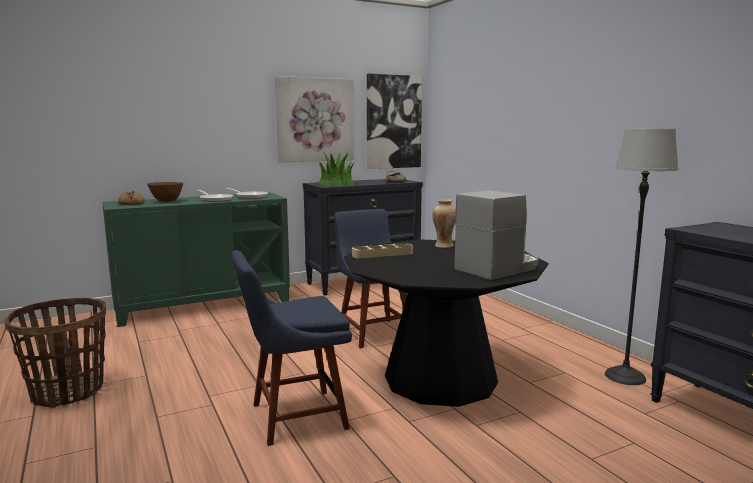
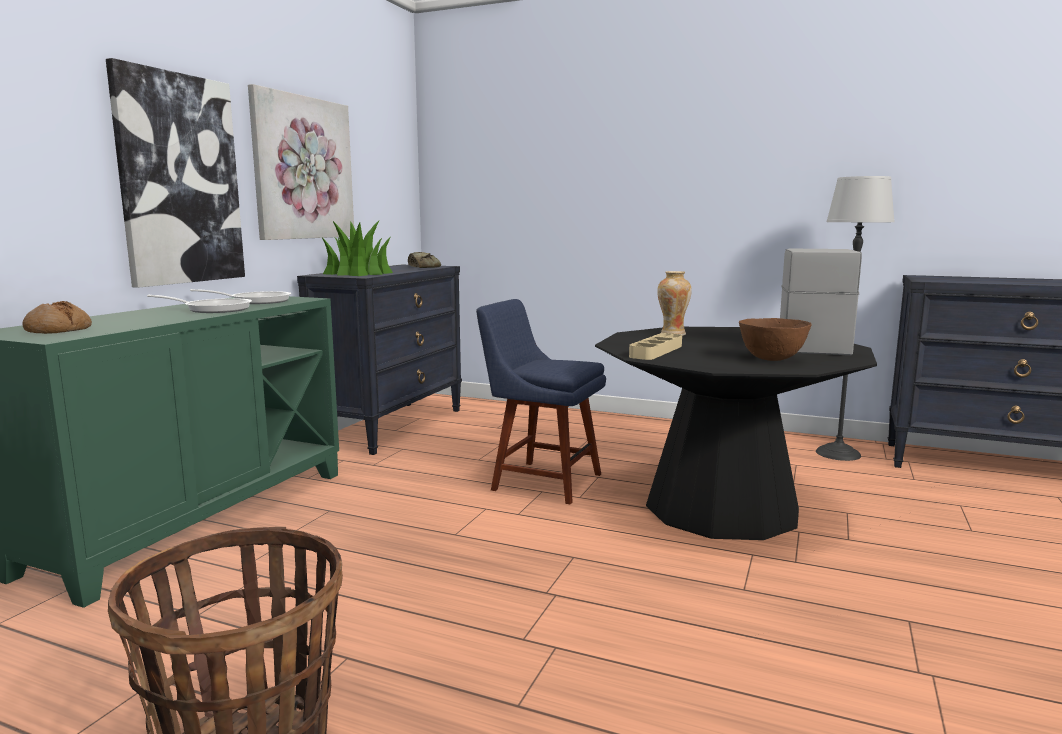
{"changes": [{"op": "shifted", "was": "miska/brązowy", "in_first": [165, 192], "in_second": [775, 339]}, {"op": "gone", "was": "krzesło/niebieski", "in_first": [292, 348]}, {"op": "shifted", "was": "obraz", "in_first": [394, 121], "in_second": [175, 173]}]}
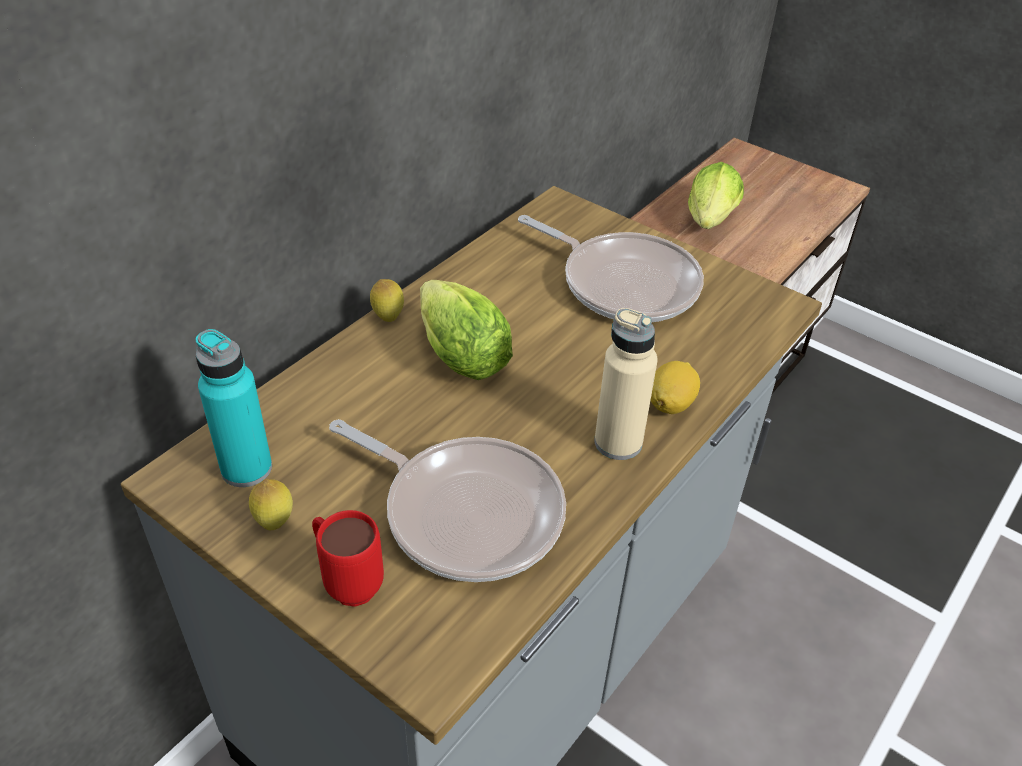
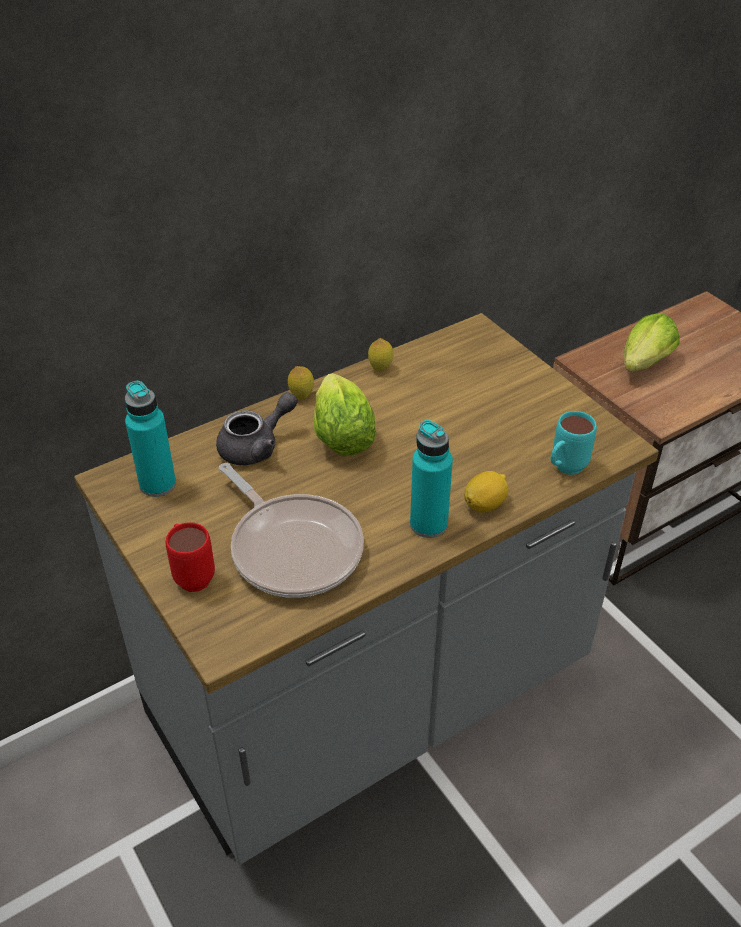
{"changes": [{"op": "shifted", "was": "cytryna", "in_first": [271, 504], "in_second": [380, 355]}, {"op": "gone", "was": "patelnia", "in_first": [611, 268]}, {"op": "repainted", "was": "butelka/beżowy", "now": "butelka/turkusowy", "in_first": [625, 384], "in_second": [431, 479]}, {"op": "new", "now": "imbryk/szary", "in_second": [256, 429]}, {"op": "new", "now": "kubek/turkusowy", "in_second": [574, 443]}]}
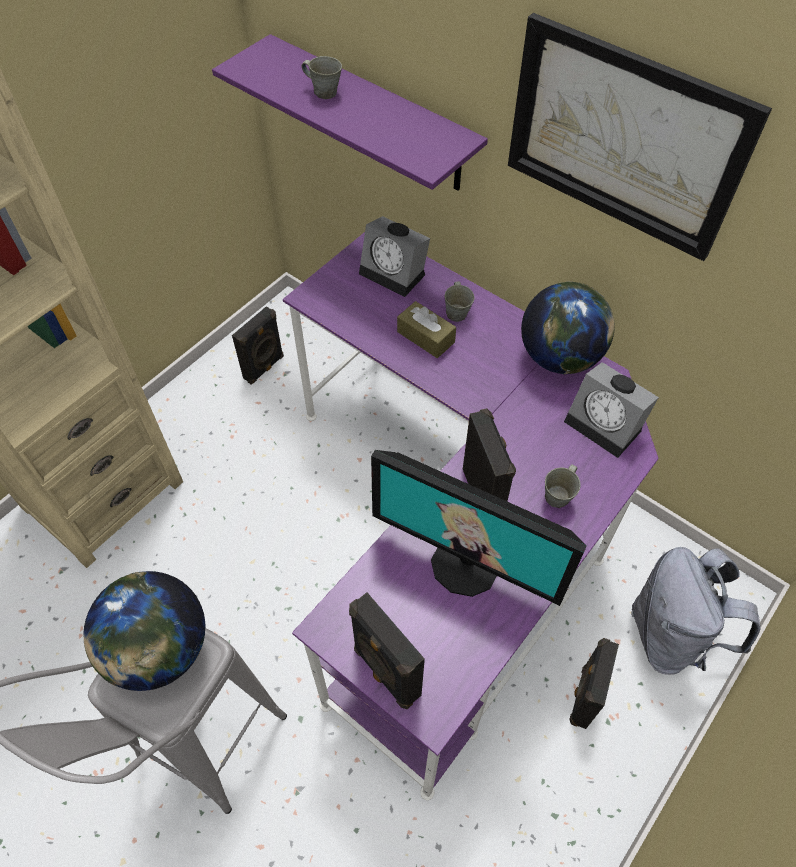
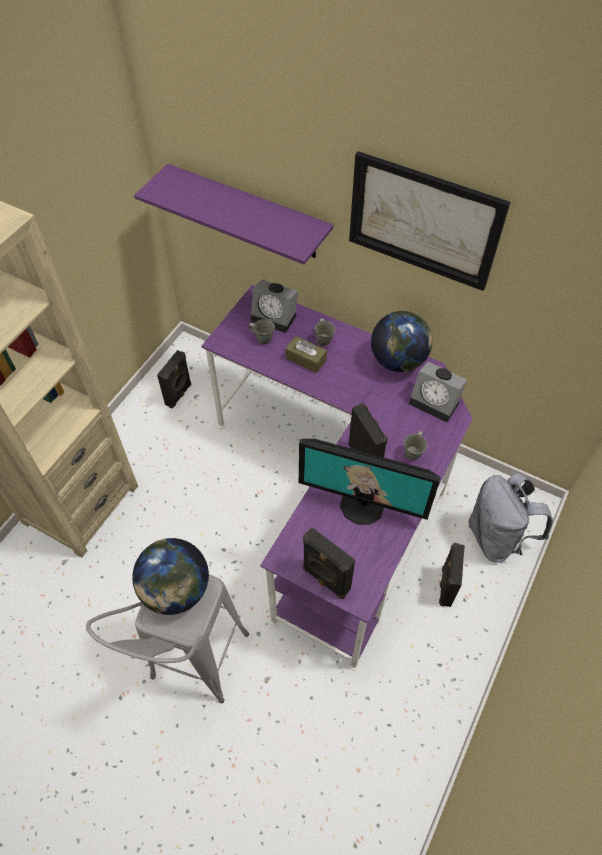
{"changes": [{"op": "shifted", "was": "kubek/szary", "in_first": [322, 77], "in_second": [261, 332]}]}
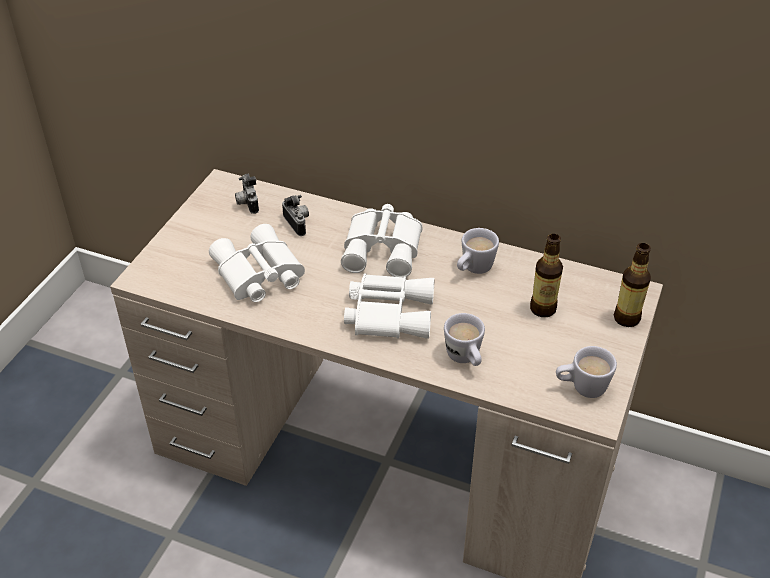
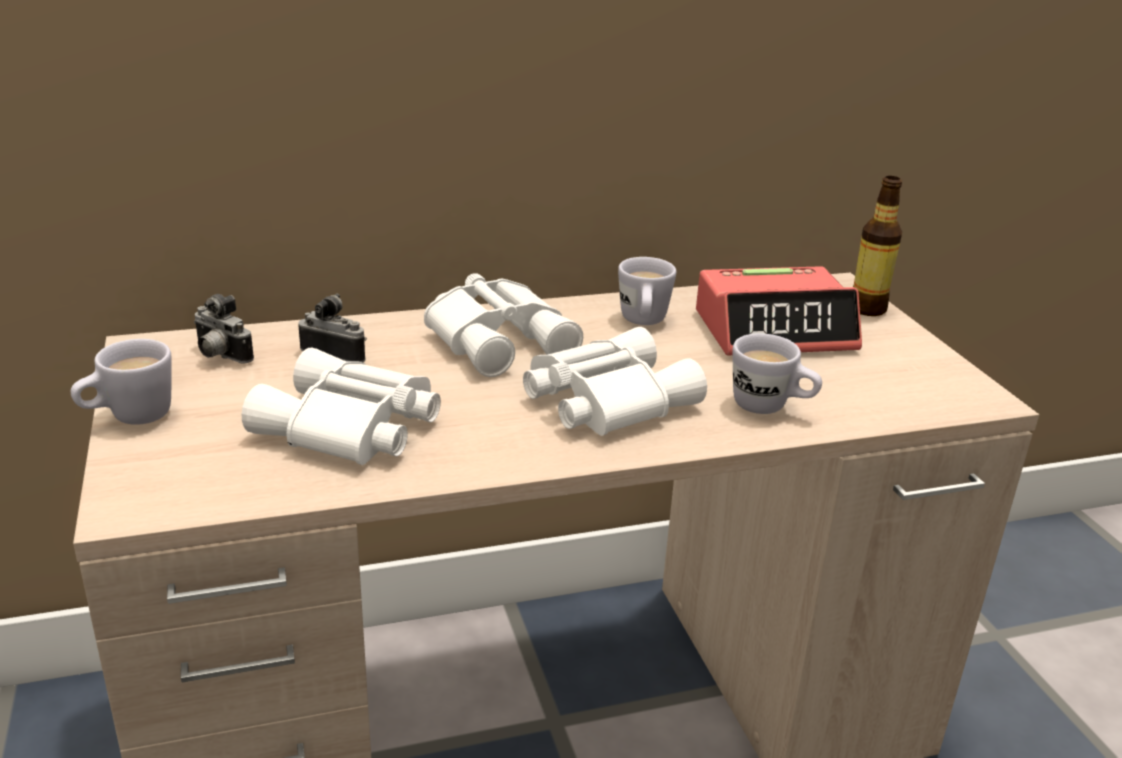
{"changes": [{"op": "swapped", "was": "butelka", "now": "budzik", "in_first": [546, 275], "in_second": [779, 311]}, {"op": "shifted", "was": "kubek/biały", "in_first": [586, 372], "in_second": [121, 382]}]}
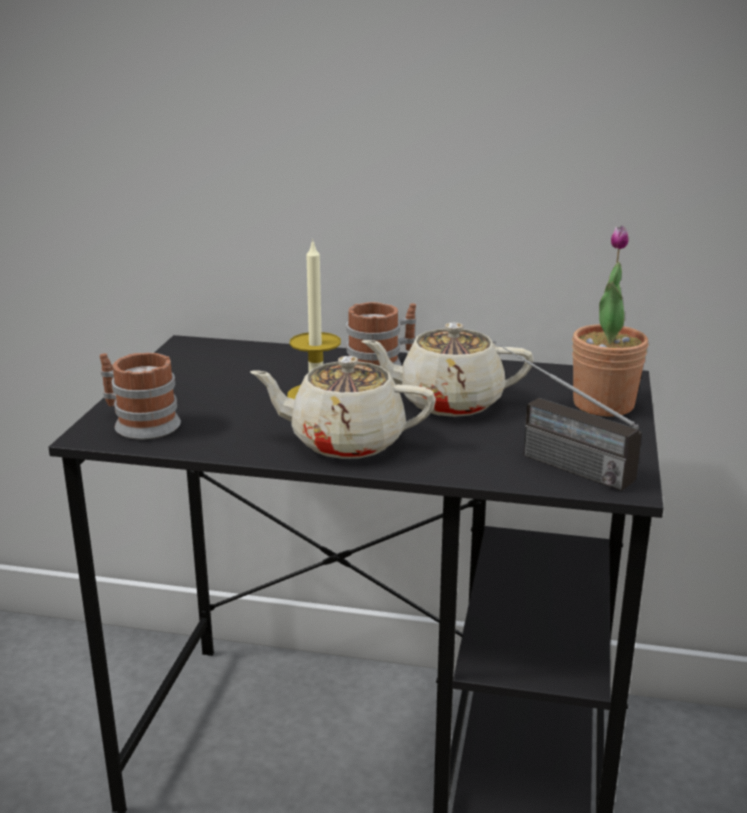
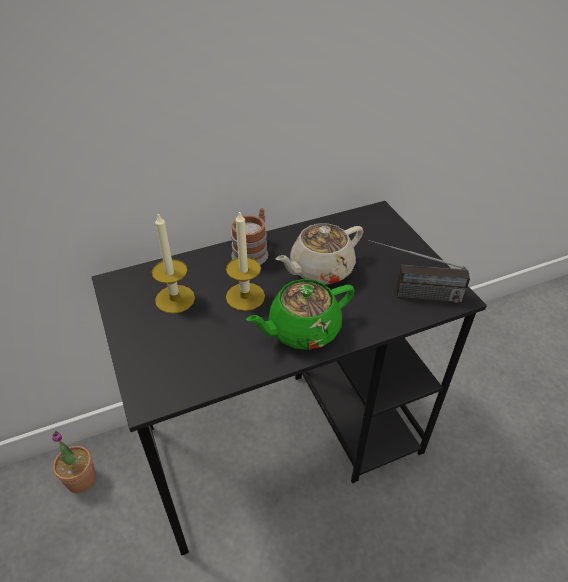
{"changes": [{"op": "gone", "was": "kubek", "in_first": [140, 396]}, {"op": "repainted", "was": "imbryk/beżowy", "now": "imbryk/zielony", "in_first": [343, 407], "in_second": [300, 314]}, {"op": "shifted", "was": "roślina doniczkowa", "in_first": [610, 321], "in_second": [74, 462]}, {"op": "new", "now": "świeca", "in_second": [173, 263]}]}
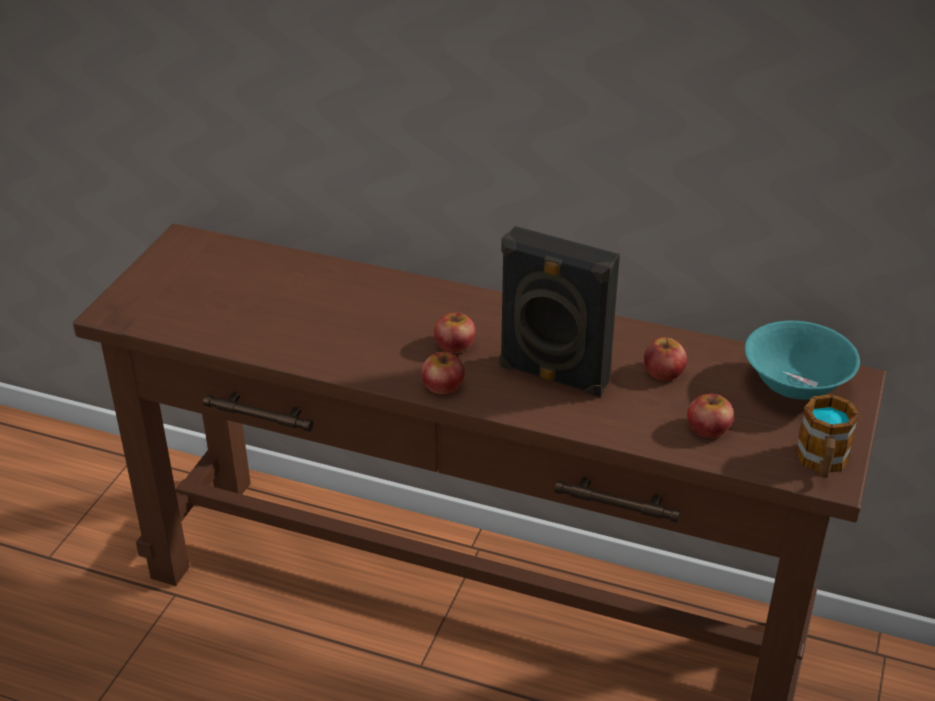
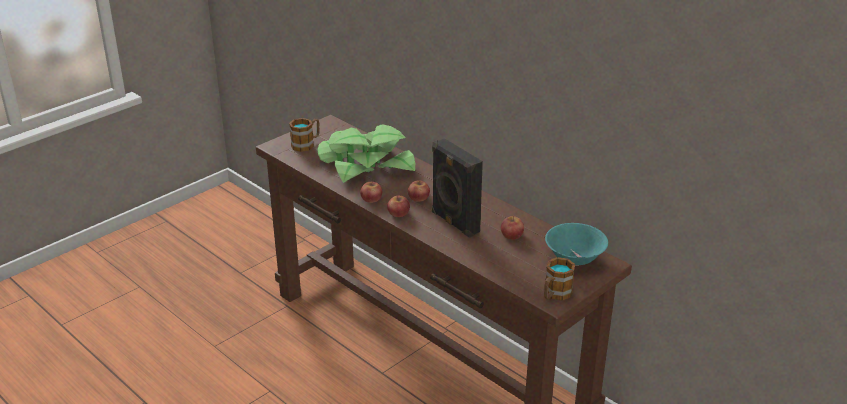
{"changes": [{"op": "shifted", "was": "jabłko", "in_first": [710, 415], "in_second": [371, 192]}, {"op": "new", "now": "kubek", "in_second": [304, 135]}, {"op": "new", "now": "roślina doniczkowa", "in_second": [366, 153]}]}
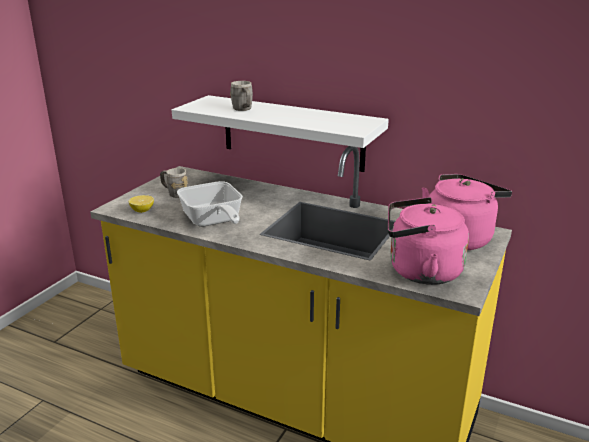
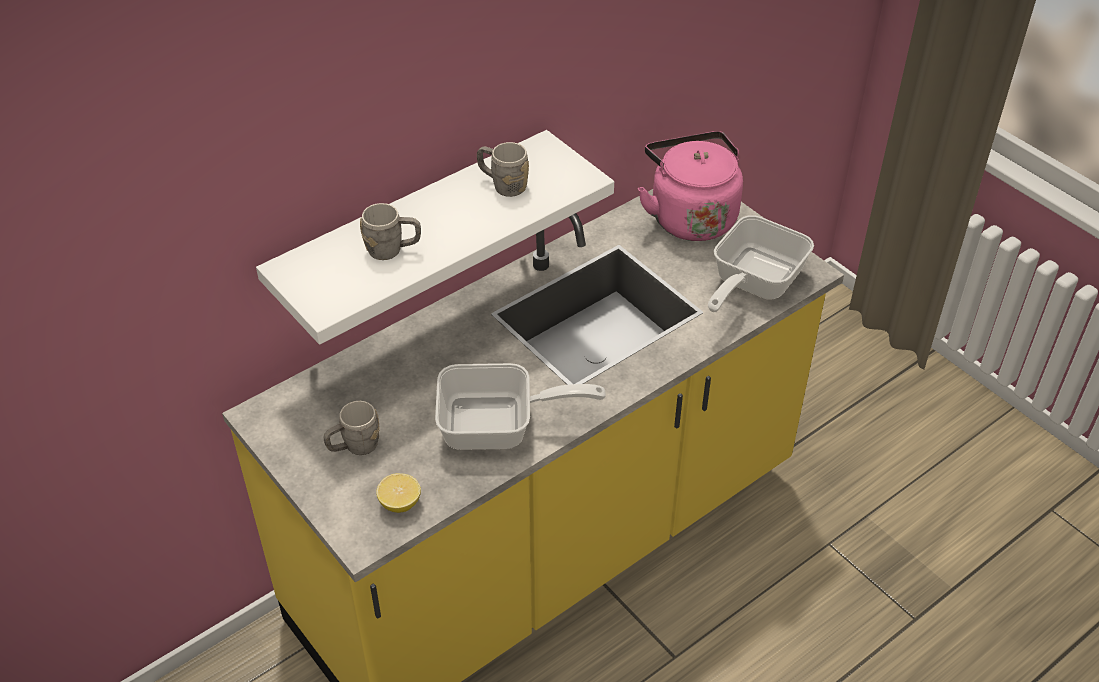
{"changes": [{"op": "swapped", "was": "czajnik/różowy", "now": "patelnia", "in_first": [428, 241], "in_second": [761, 263]}, {"op": "new", "now": "kubek/szary", "in_second": [503, 169]}]}
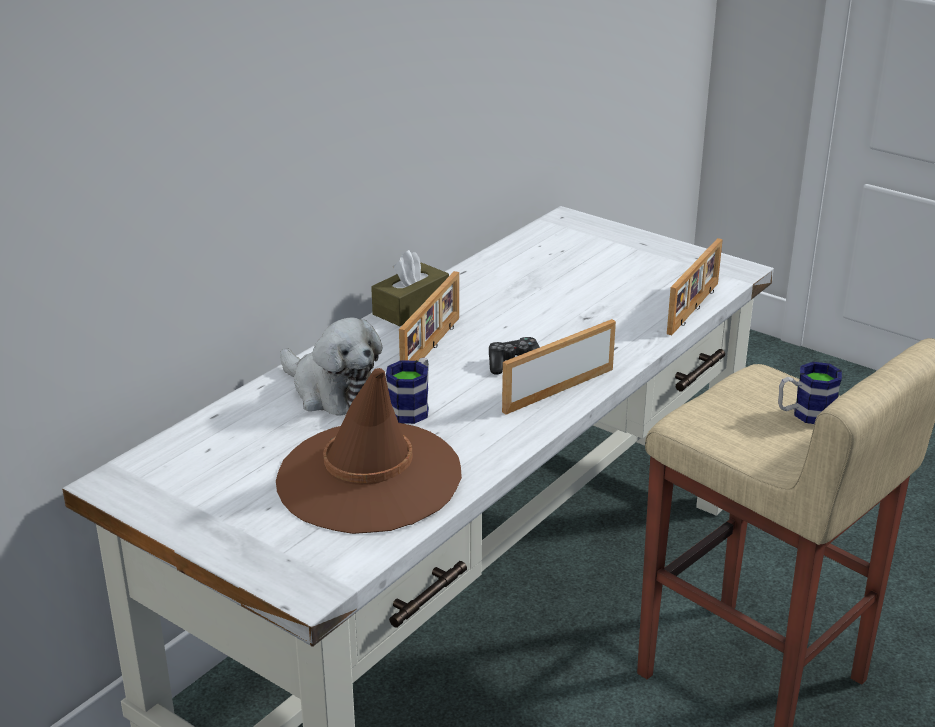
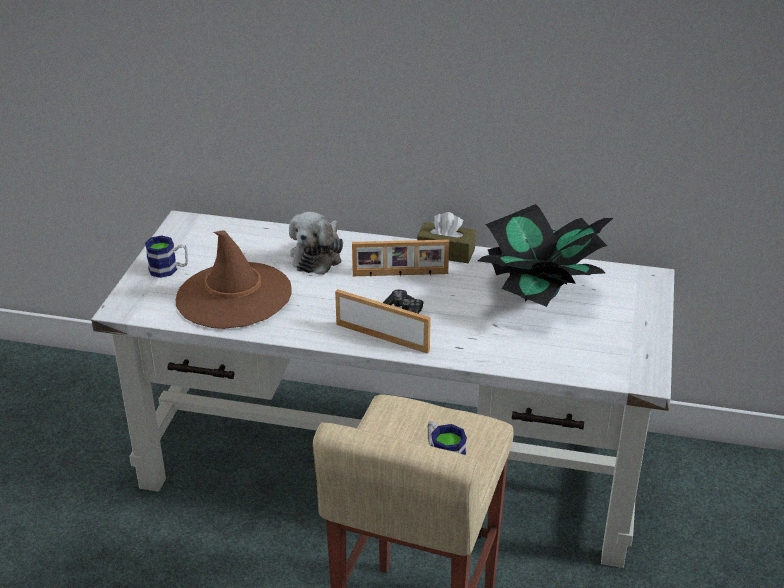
{"changes": [{"op": "shifted", "was": "kubek", "in_first": [407, 391], "in_second": [166, 256]}, {"op": "gone", "was": "ramka na zdjęcie", "in_first": [695, 286]}, {"op": "new", "now": "roślina doniczkowa", "in_second": [545, 255]}]}
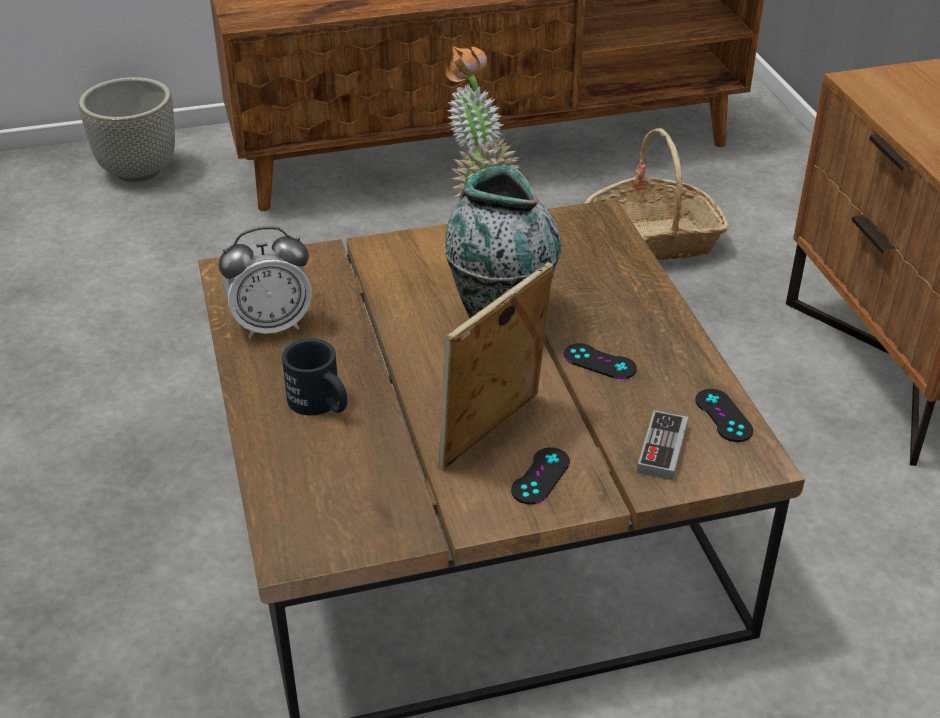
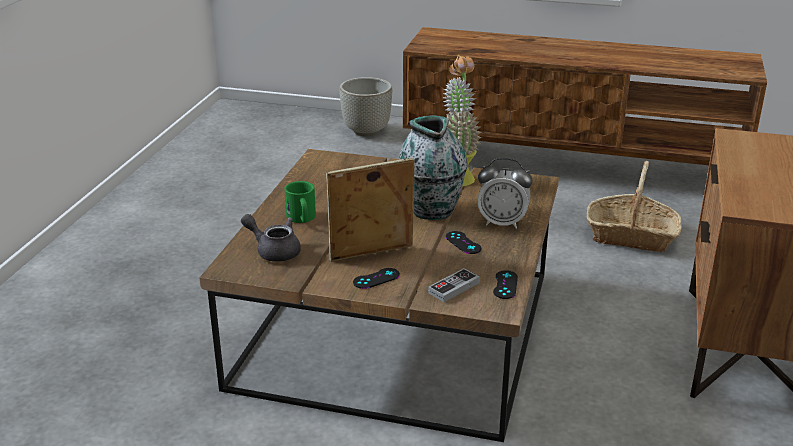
{"changes": [{"op": "shifted", "was": "budzik", "in_first": [265, 282], "in_second": [505, 193]}, {"op": "repainted", "was": "kubek/czarny", "now": "kubek/zielony", "in_first": [314, 377], "in_second": [300, 202]}, {"op": "new", "now": "imbryk/szary", "in_second": [271, 238]}]}
